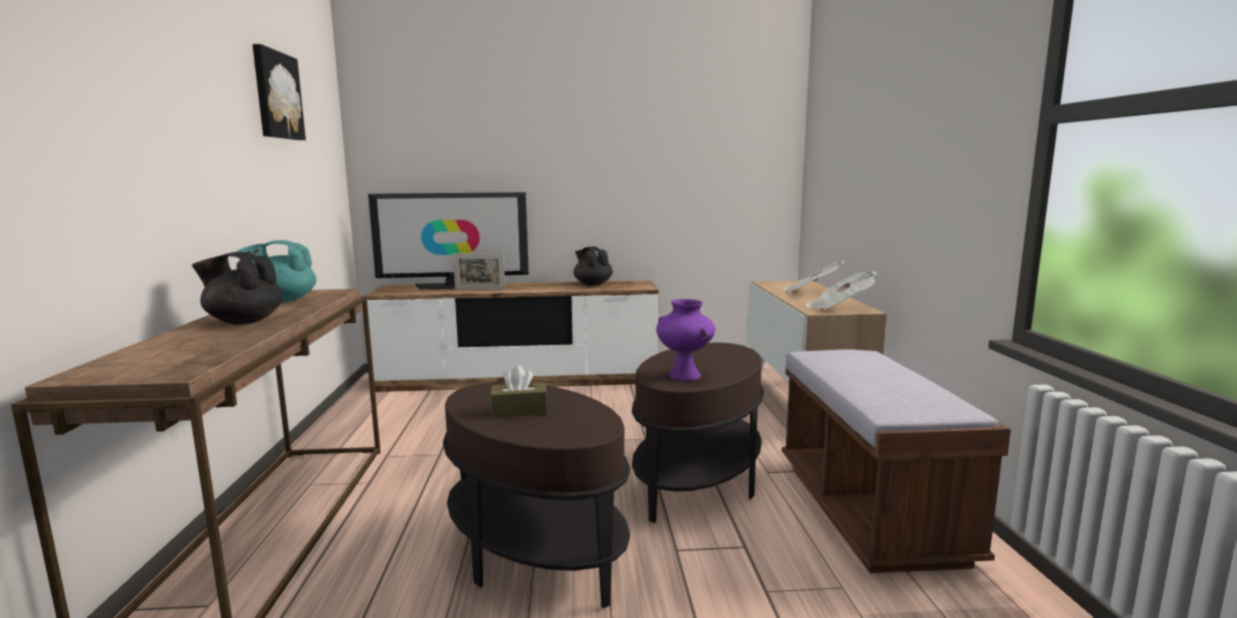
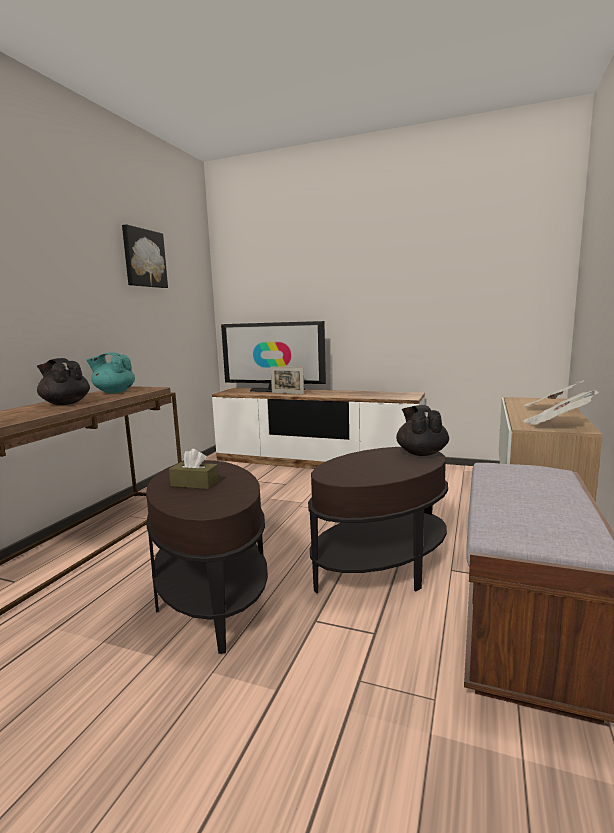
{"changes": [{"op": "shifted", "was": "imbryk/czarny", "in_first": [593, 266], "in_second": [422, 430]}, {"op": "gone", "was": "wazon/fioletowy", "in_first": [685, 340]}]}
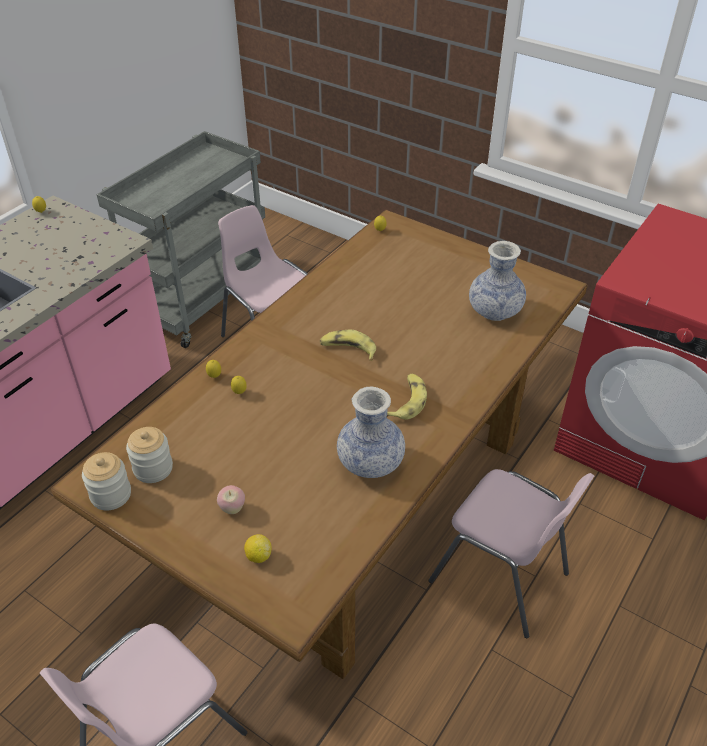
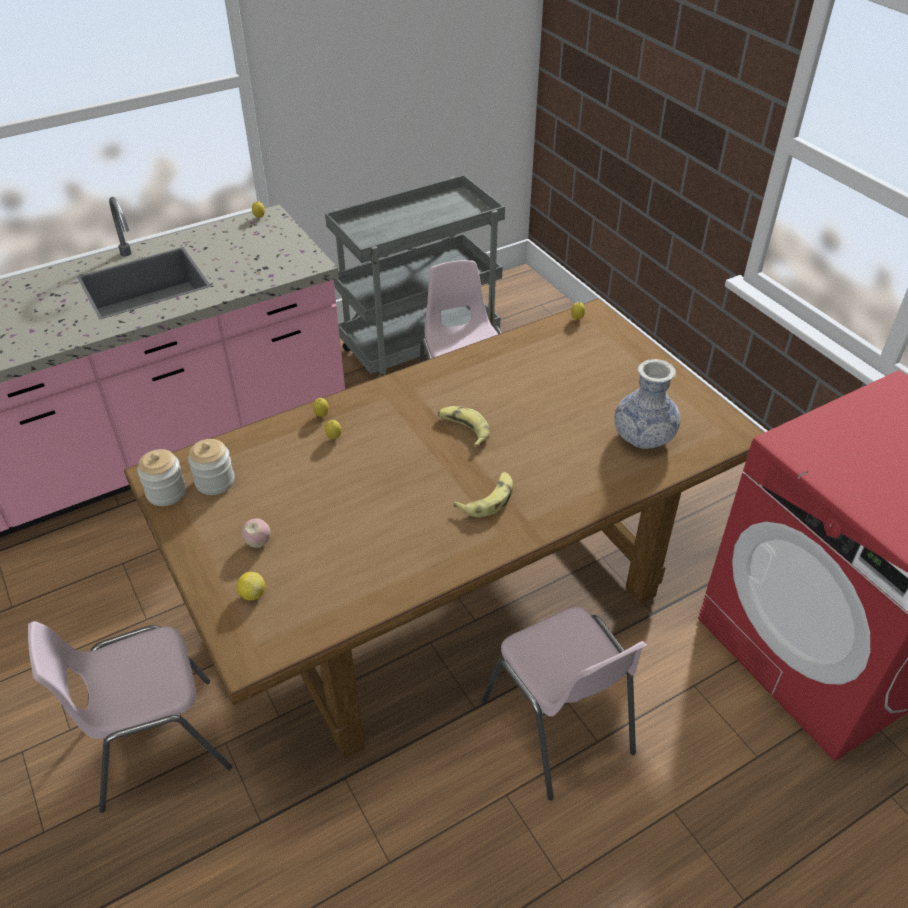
{"changes": [{"op": "gone", "was": "wazon", "in_first": [371, 432]}]}
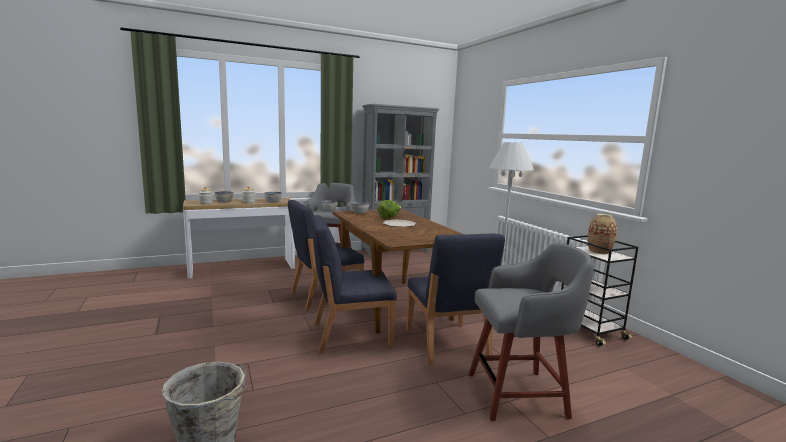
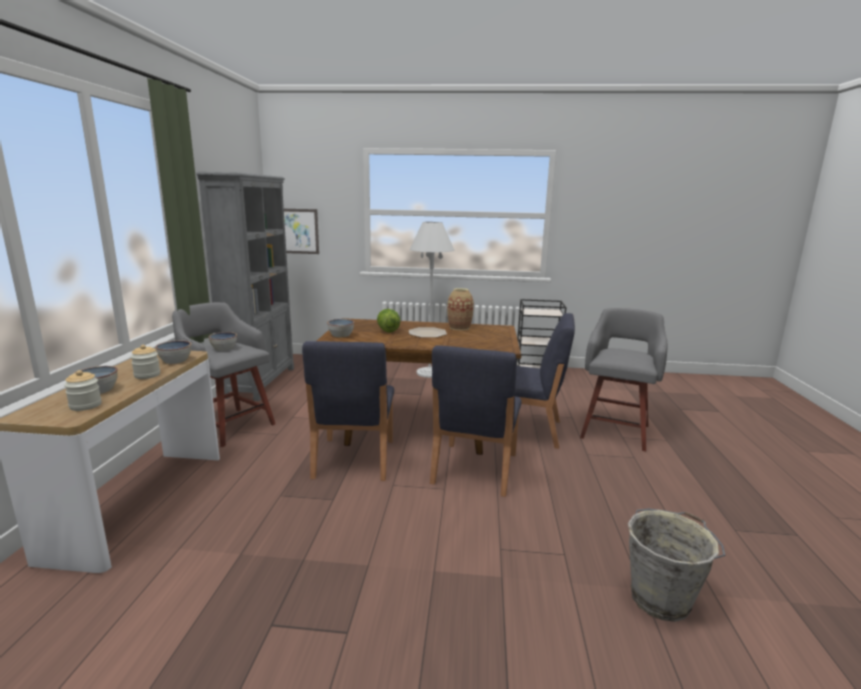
{"changes": [{"op": "shifted", "was": "wazon", "in_first": [602, 234], "in_second": [460, 309]}, {"op": "new", "now": "obraz", "in_second": [301, 231]}]}
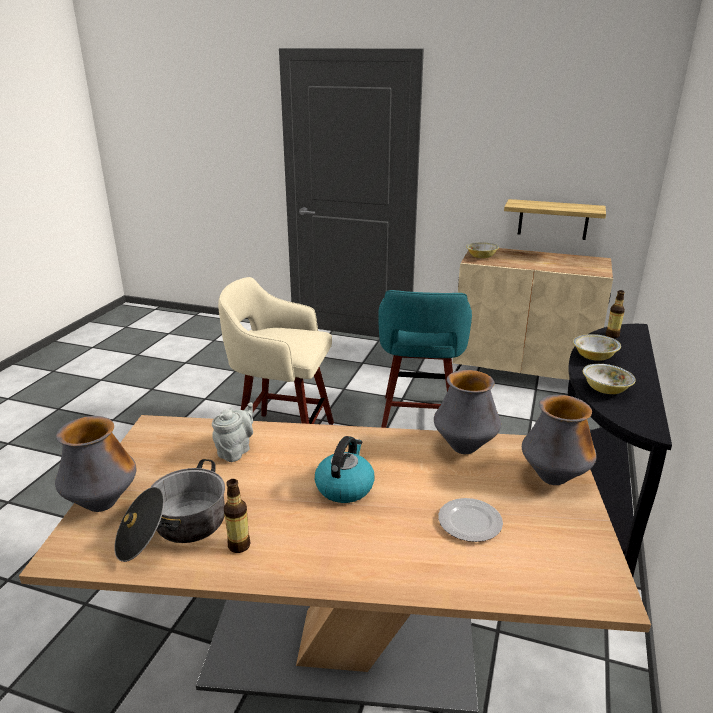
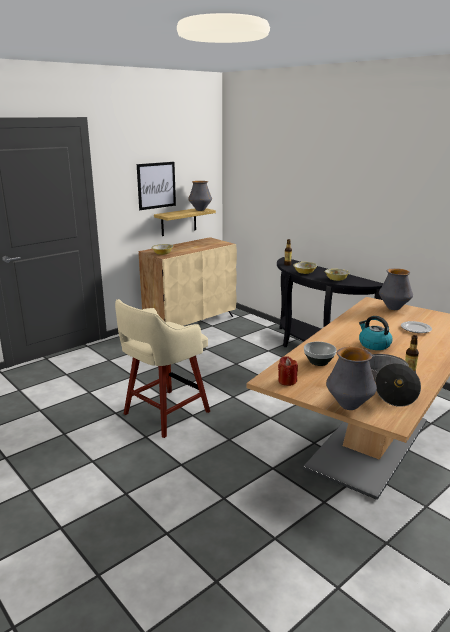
{"changes": [{"op": "swapped", "was": "imbryk/szary", "now": "miska", "in_first": [232, 432], "in_second": [320, 354]}, {"op": "gone", "was": "stołek/turkusowy", "in_first": [425, 359]}, {"op": "shifted", "was": "wazon", "in_first": [467, 412], "in_second": [200, 196]}, {"op": "new", "now": "obraz", "in_second": [156, 186]}, {"op": "new", "now": "świeca/czerwony", "in_second": [288, 371]}]}
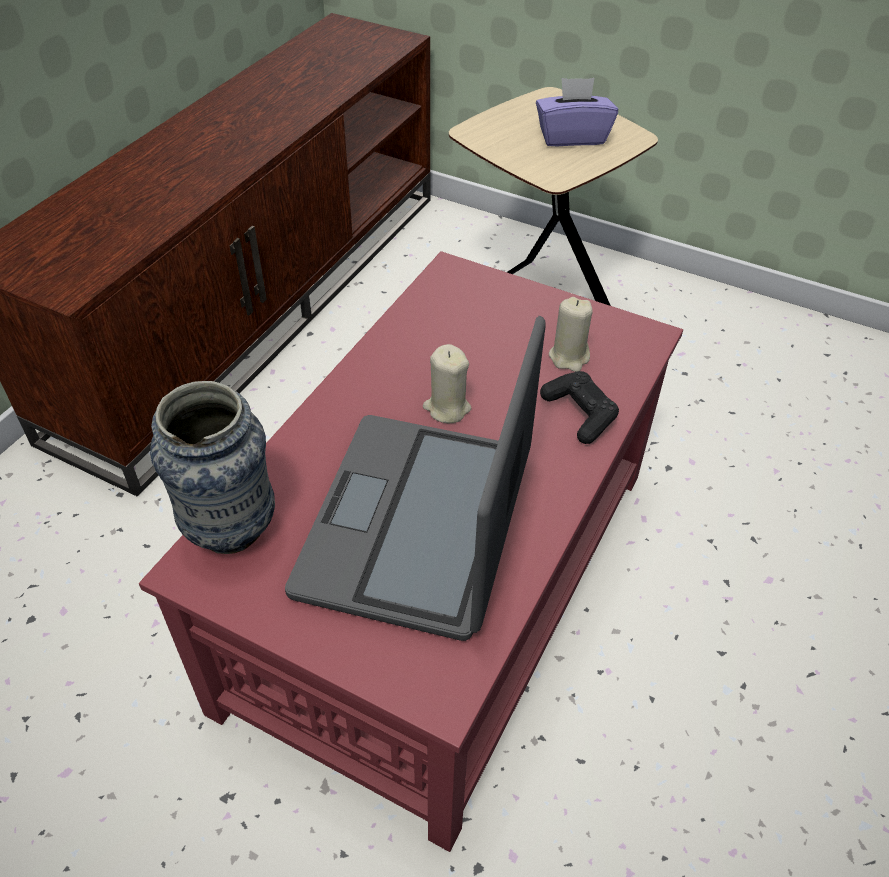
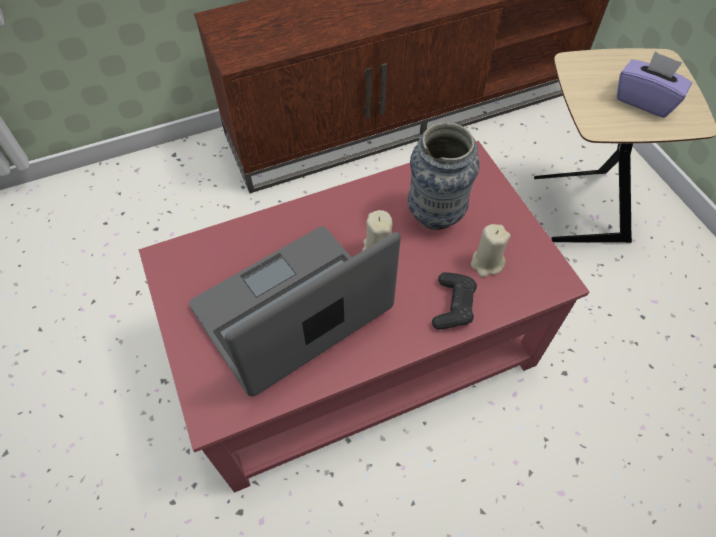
{"changes": [{"op": "shifted", "was": "wazon", "in_first": [212, 467], "in_second": [444, 176]}]}
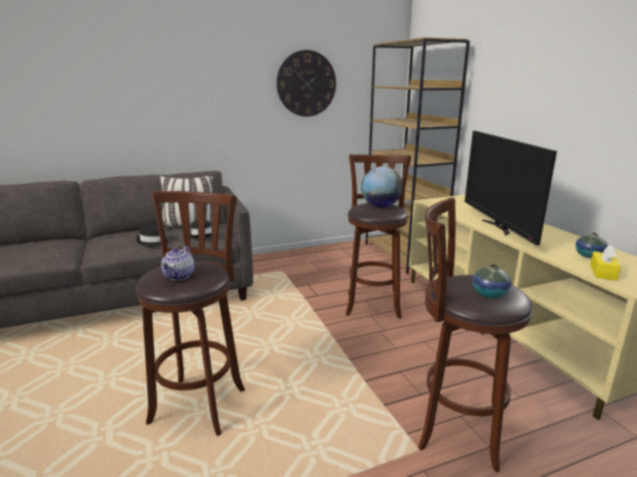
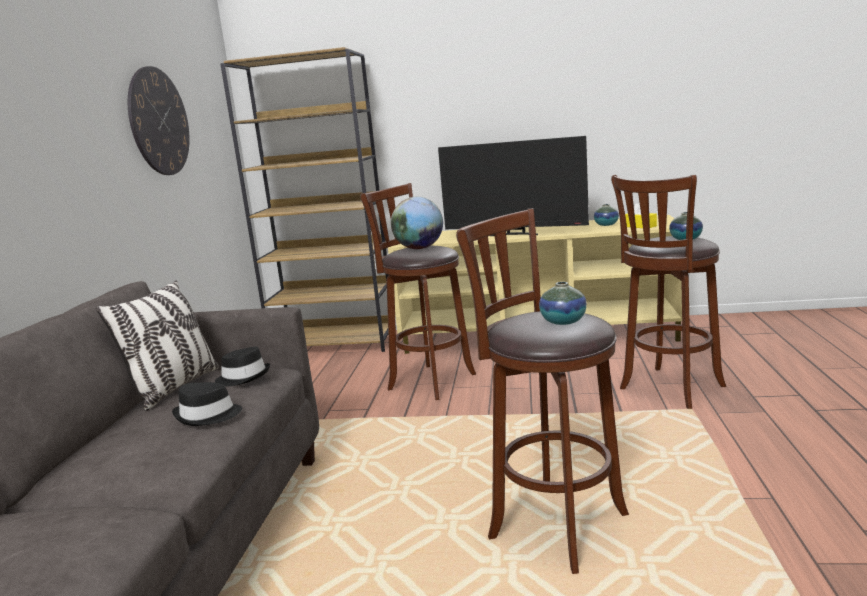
{"changes": [{"op": "swapped", "was": "imbryk", "now": "wazon", "in_first": [177, 263], "in_second": [563, 303]}]}
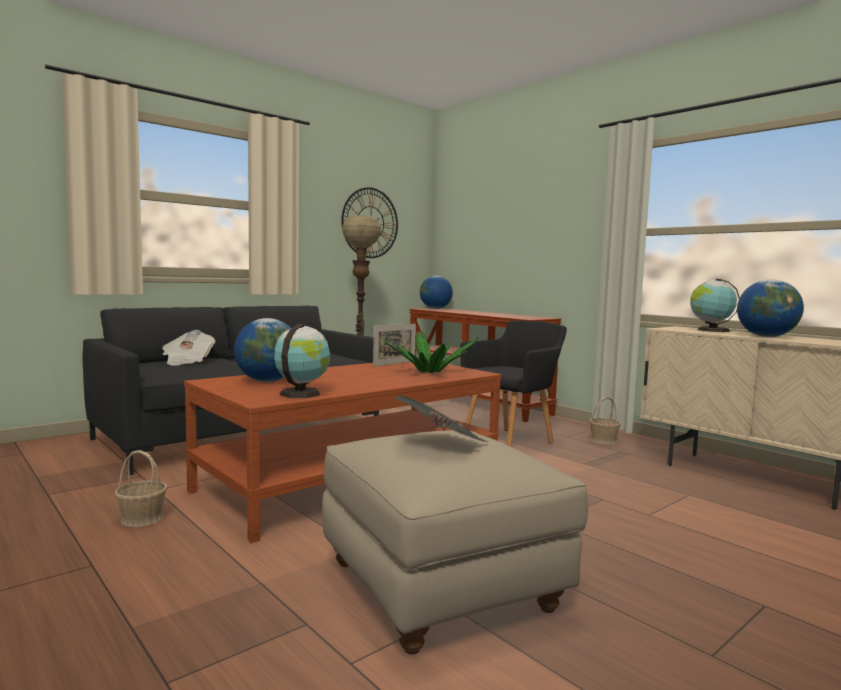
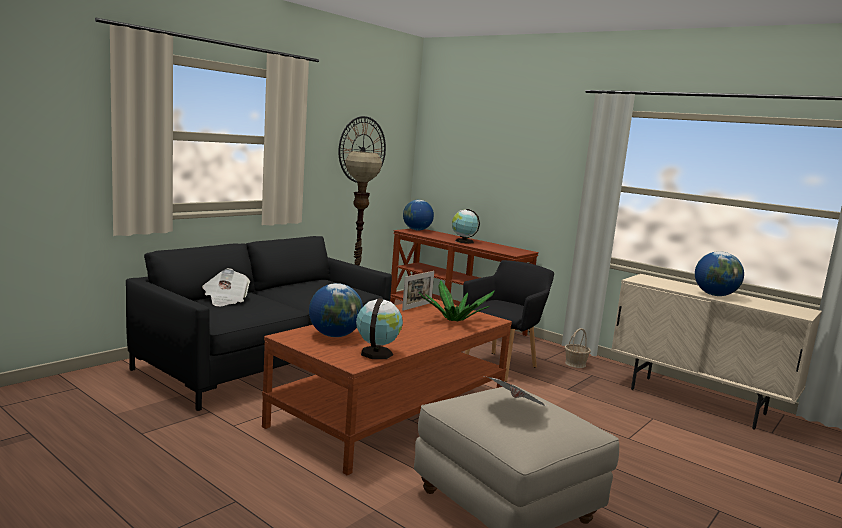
{"changes": [{"op": "gone", "was": "koszyk", "in_first": [141, 488]}, {"op": "shifted", "was": "globus", "in_first": [715, 305], "in_second": [466, 226]}]}
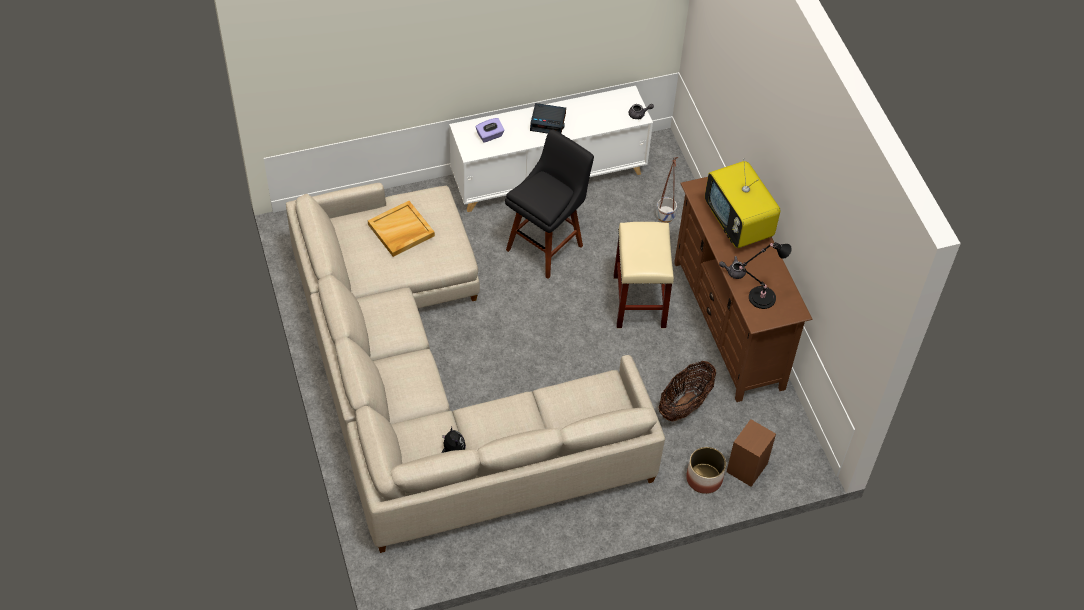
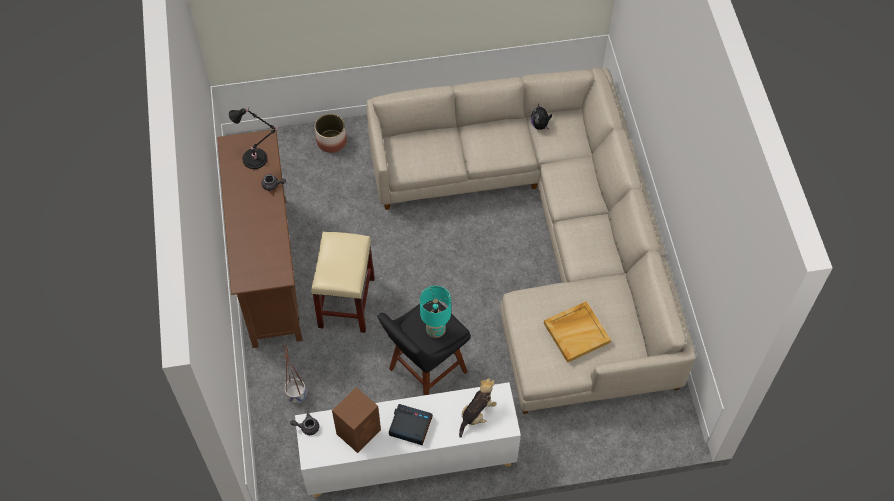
{"changes": [{"op": "swapped", "was": "pudełko chusteczek/fioletowy", "now": "pluszak", "in_first": [490, 130], "in_second": [478, 408]}, {"op": "gone", "was": "koszyk", "in_first": [687, 391]}, {"op": "gone", "was": "telewizor", "in_first": [742, 203]}, {"op": "shifted", "was": "głośnik/brązowy", "in_first": [751, 453], "in_second": [356, 420]}, {"op": "new", "now": "lampa stołowa/turkusowy", "in_second": [435, 312]}]}
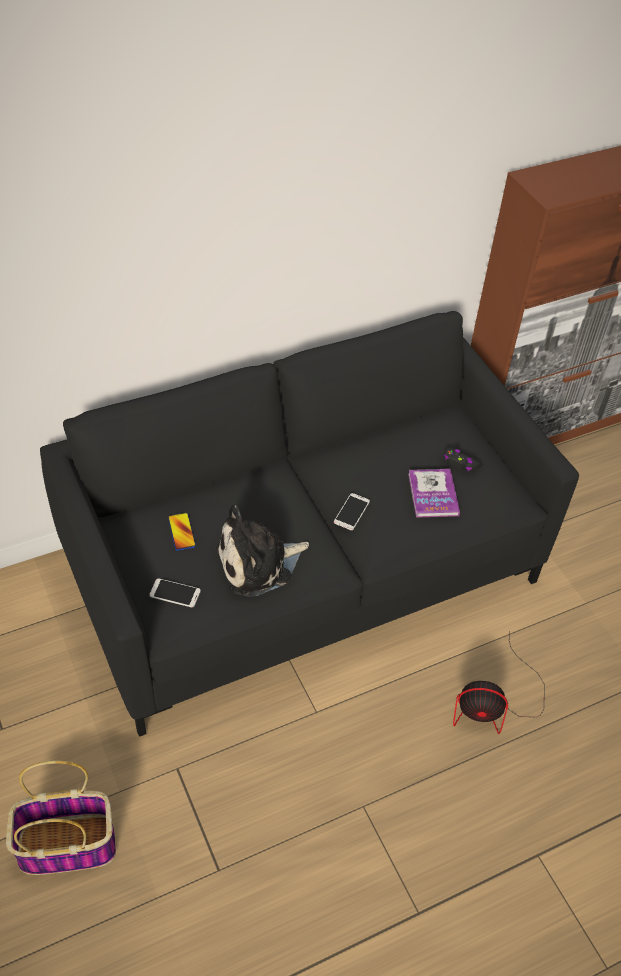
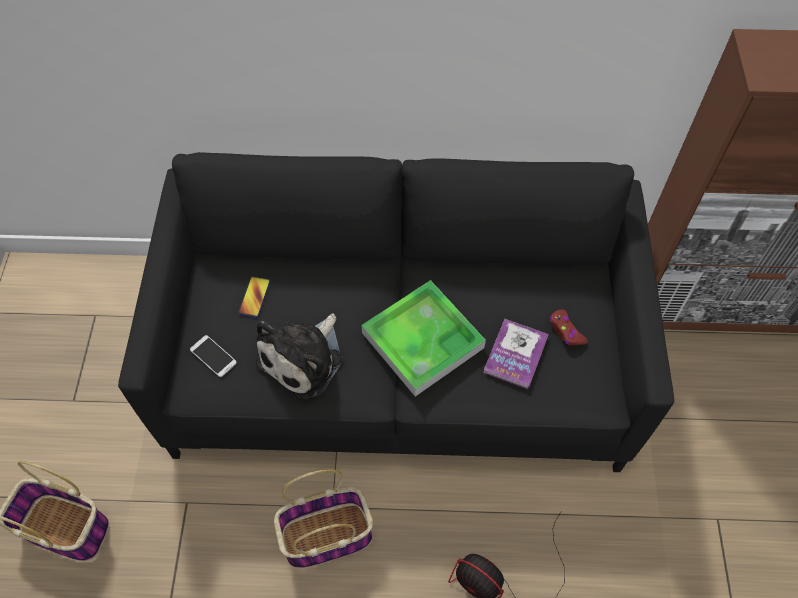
{"changes": [{"op": "rotated", "was": "pluszak", "in_first": [262, 551], "in_second": [299, 356], "clockwise": -60}, {"op": "swapped", "was": "telefon", "now": "taca", "in_first": [352, 511], "in_second": [424, 338]}, {"op": "repainted", "was": "pad do gier/czarny", "now": "pad do gier/czerwony", "in_first": [463, 459], "in_second": [569, 327]}, {"op": "new", "now": "koszyk", "in_second": [323, 519]}]}
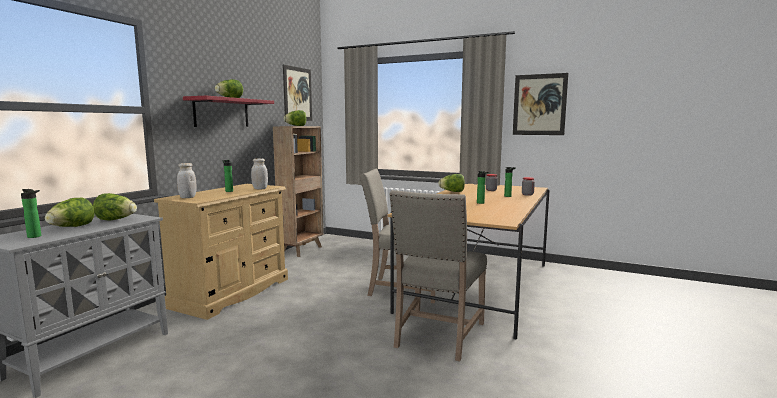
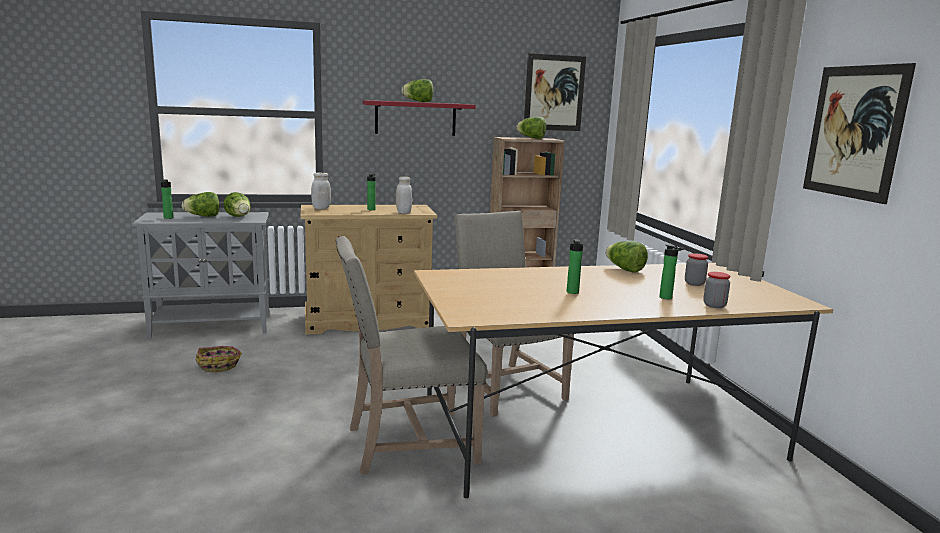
{"changes": [{"op": "new", "now": "koszyk", "in_second": [218, 359]}]}
